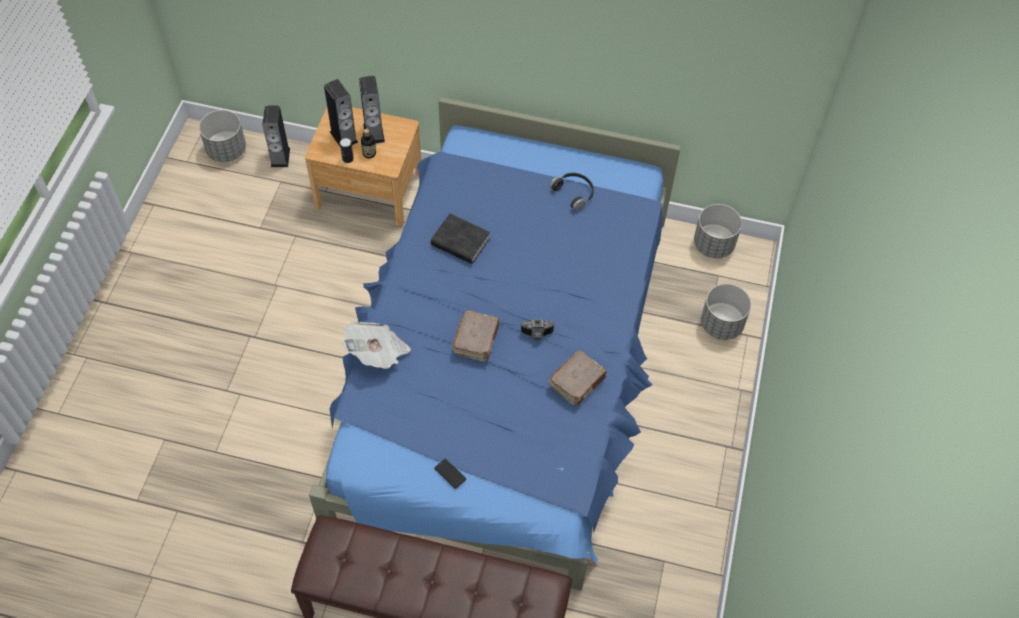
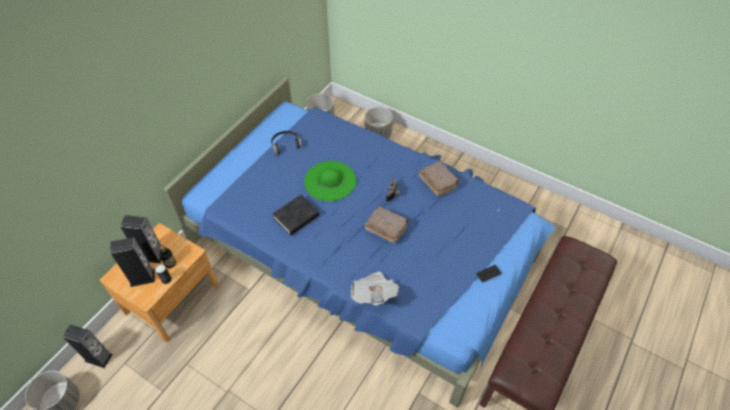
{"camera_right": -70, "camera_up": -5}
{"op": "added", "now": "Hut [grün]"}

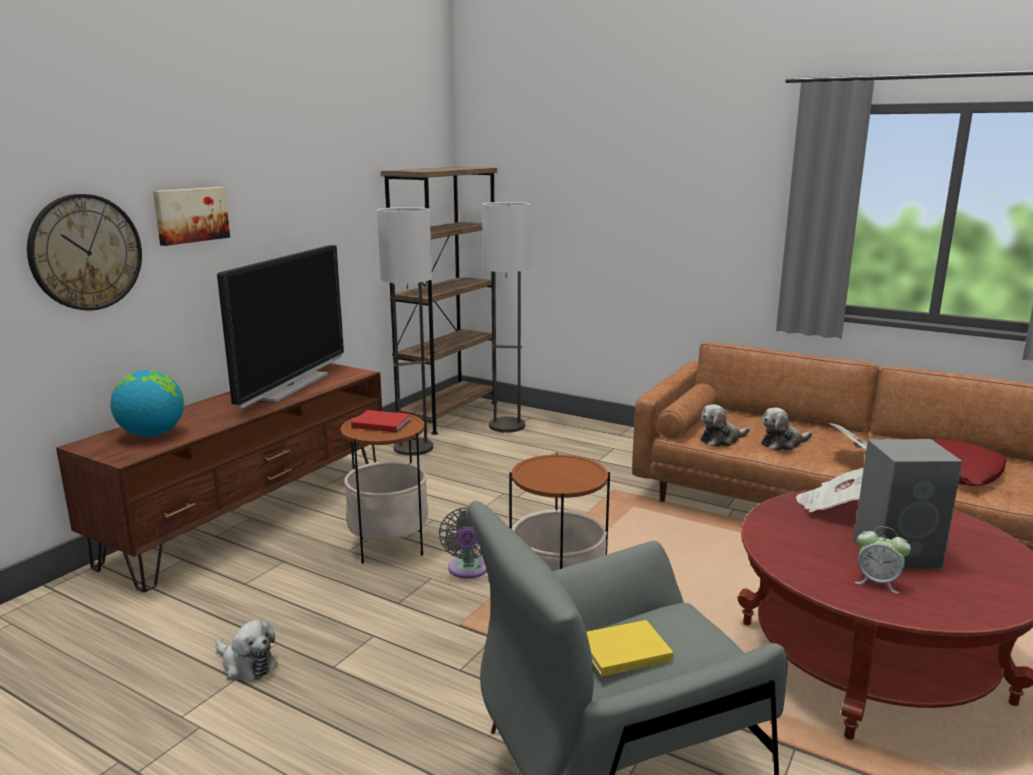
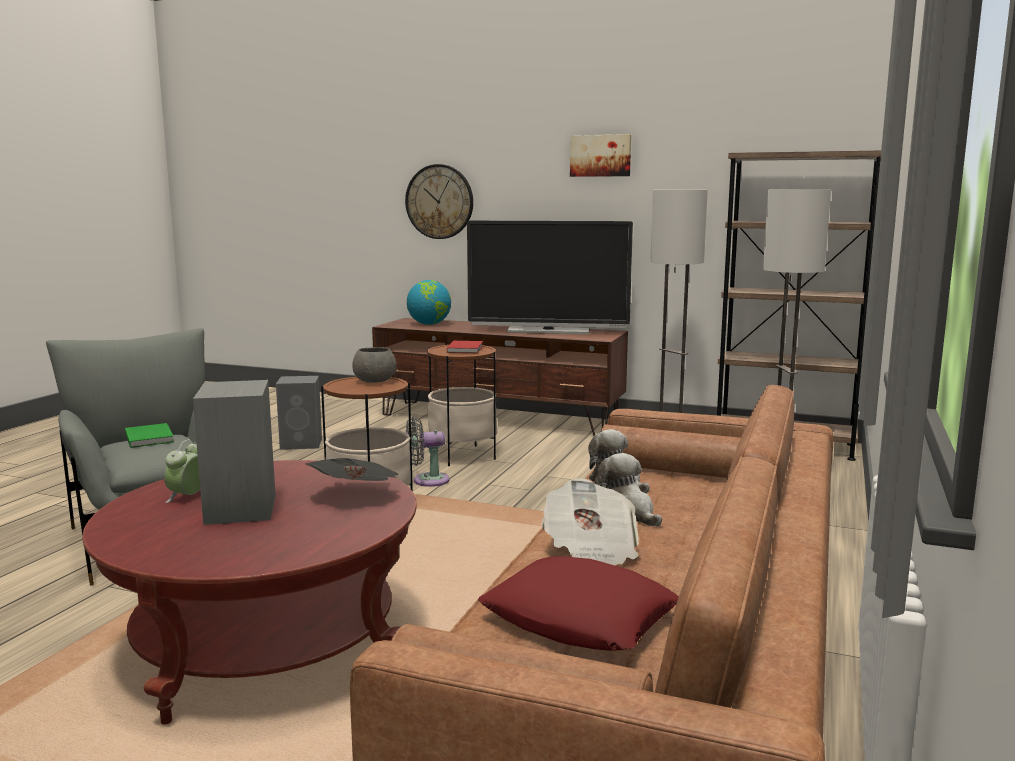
{"camera_right": 80, "camera_up": -5}
{"op": "moved", "was": "Bild"}
{"op": "replaced", "was": "Plüschtier (1st from left)", "now": "Lautsprecher [grau] (2nd from left)"}
{"op": "recoloured", "was": "Buch [gelb]", "now": "Buch [grün]"}
{"op": "added", "now": "Schüssel [grau]"}

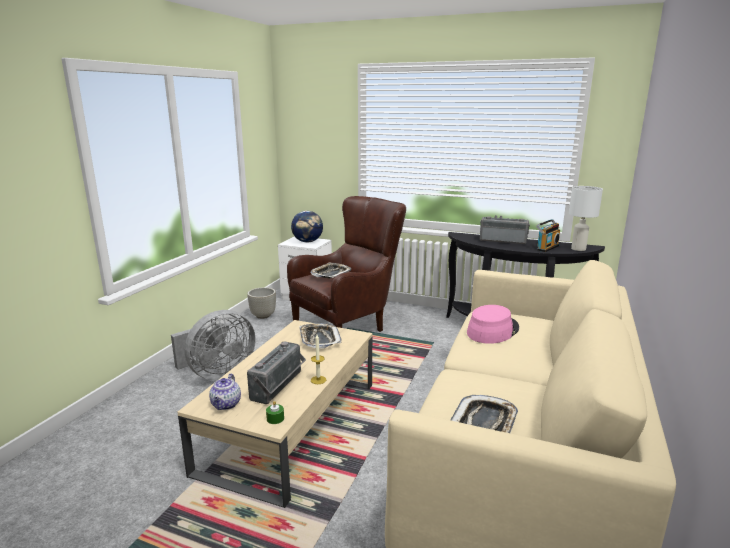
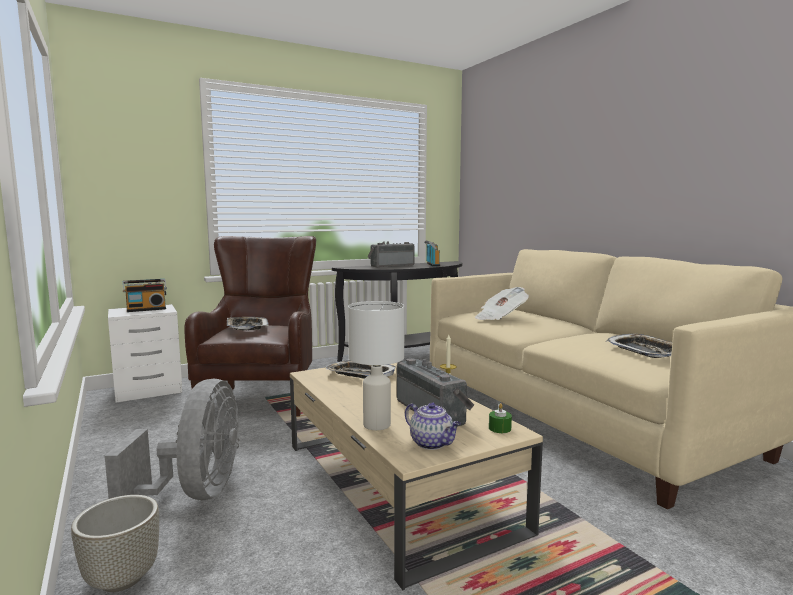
{"camera_right": -50, "camera_up": -10}
{"op": "moved", "was": "Tischlampe [weiß]"}
{"op": "replaced", "was": "Globus", "now": "Radio (1st from left)"}
{"op": "moved", "was": "Pflanzkübel [grau]"}
{"op": "replaced", "was": "Hut [rosa]", "now": "Zeitung"}

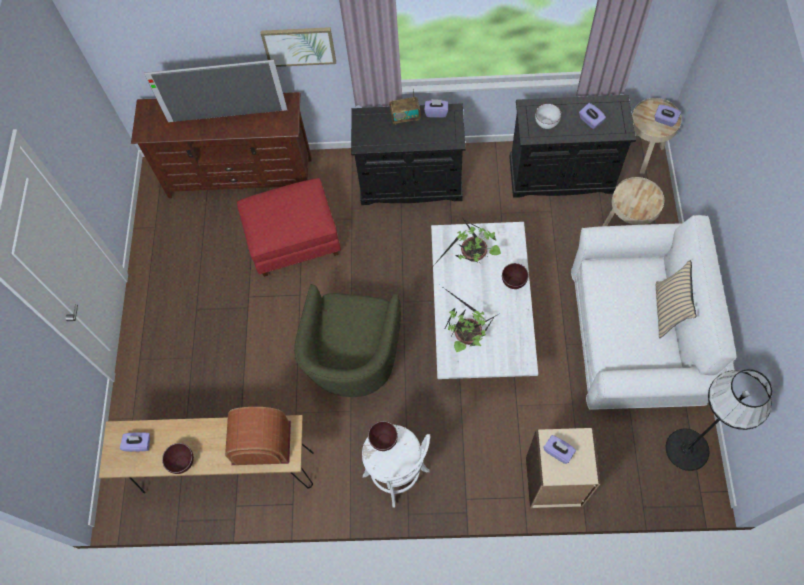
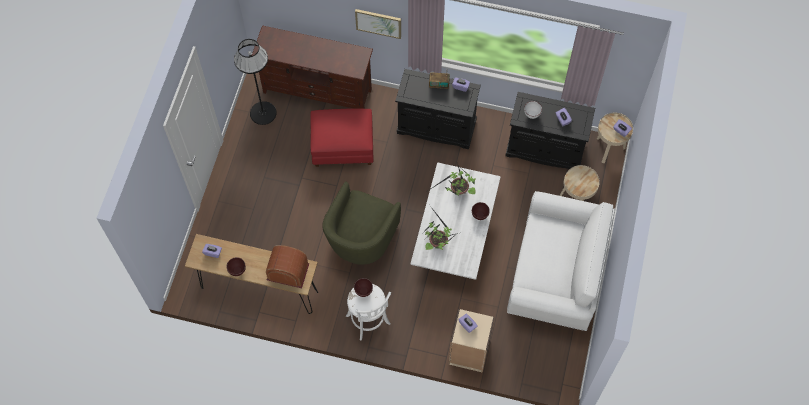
{"camera_right": 10, "camera_up": 0}
{"op": "removed", "was": "Fernseher"}
{"op": "removed", "was": "Kissen [beige]"}
{"op": "moved", "was": "Stehlampe [schwarz]"}

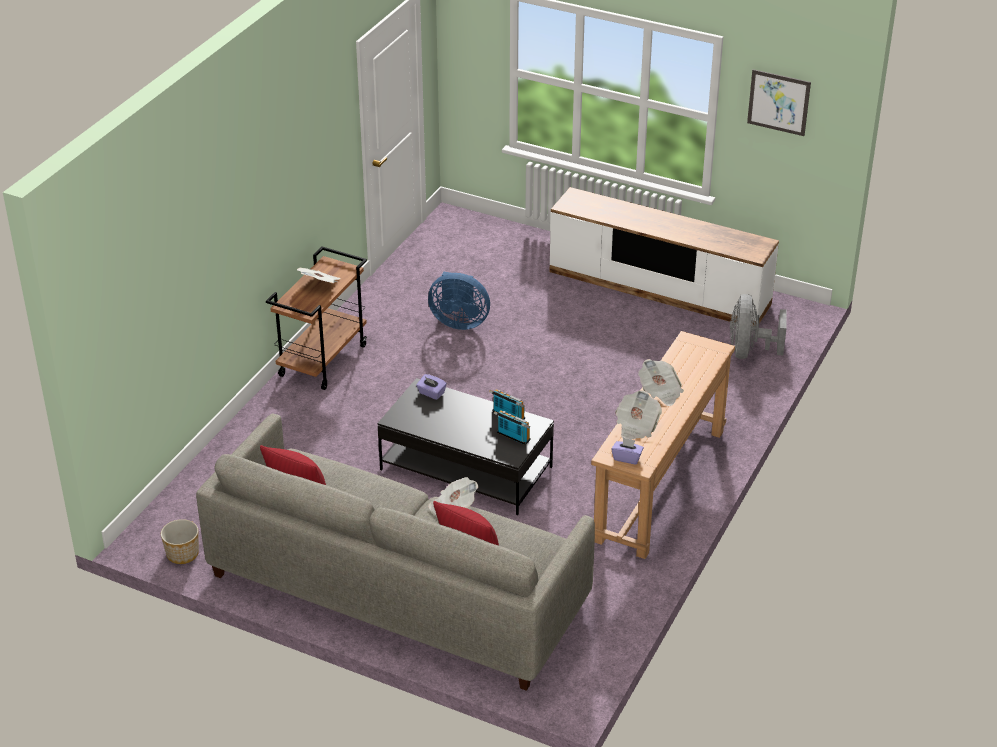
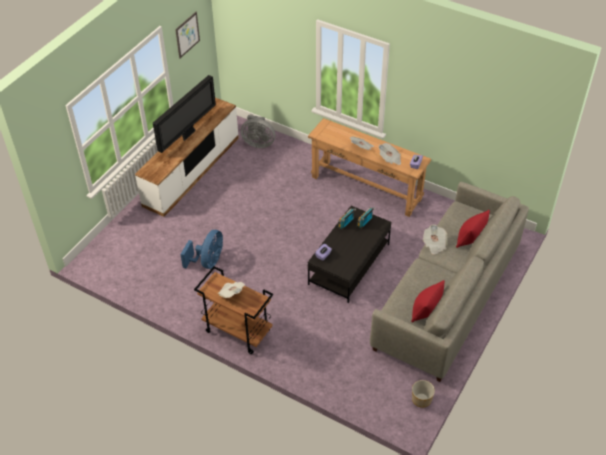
{"camera_right": -85, "camera_up": 10}
{"op": "added", "now": "Fernseher"}

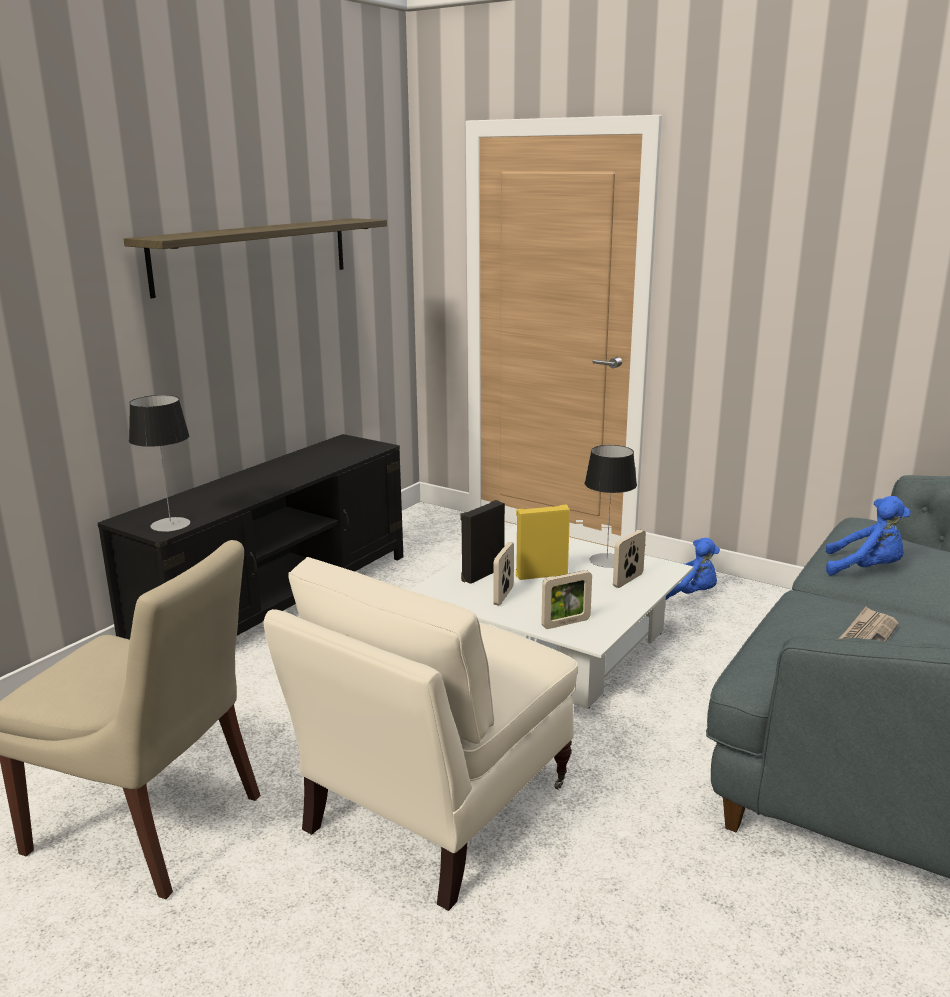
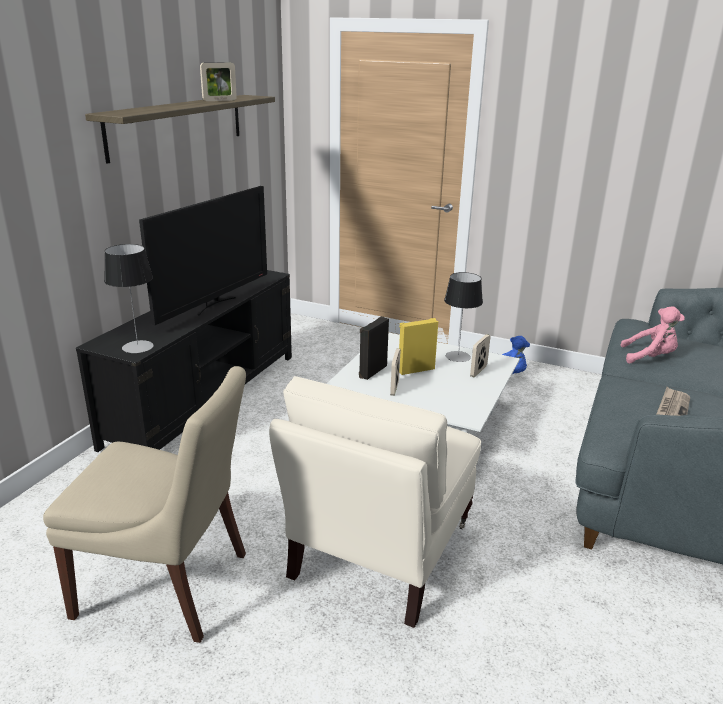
{"camera_right": -10, "camera_up": 5}
{"op": "recoloured", "was": "Plüschtier [blau] (2nd from left)", "now": "Plüschtier [rosa]"}
{"op": "moved", "was": "Bilderrahmen (2nd from left in the first image)", "now": "Bilderrahmen (1st from left)"}
{"op": "added", "now": "Fernseher"}

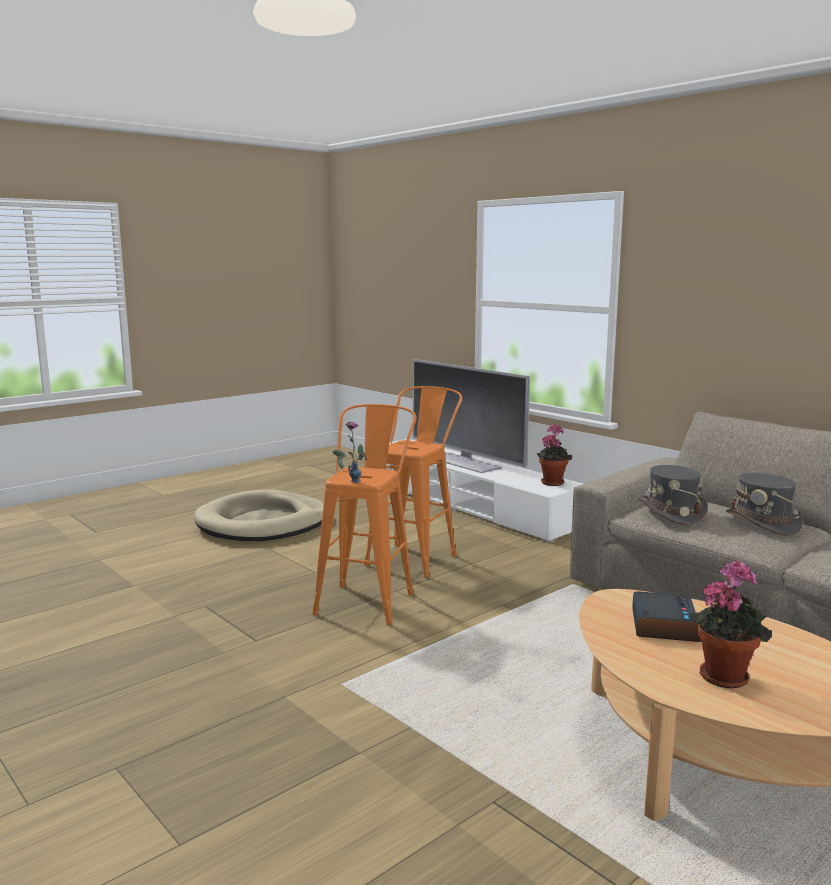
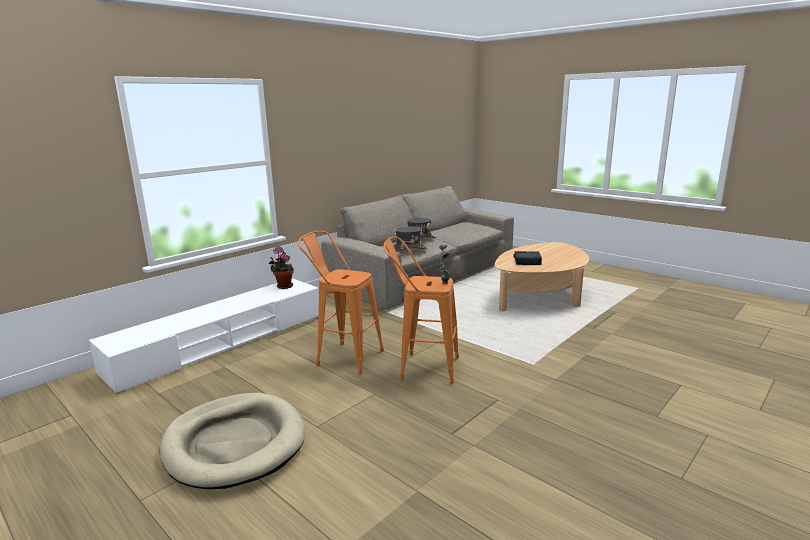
{"camera_right": -95, "camera_up": 5}
{"op": "removed", "was": "Fernseher"}
{"op": "removed", "was": "Topfpflanze (2nd from left)"}

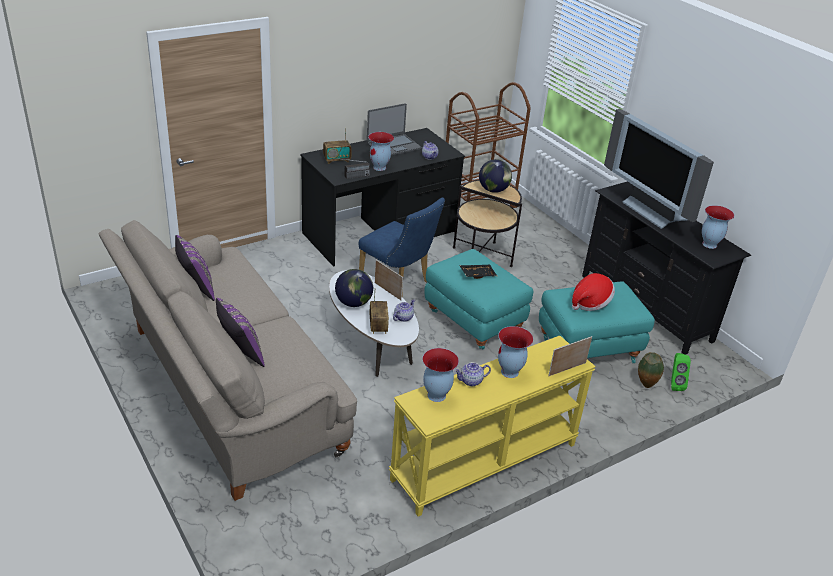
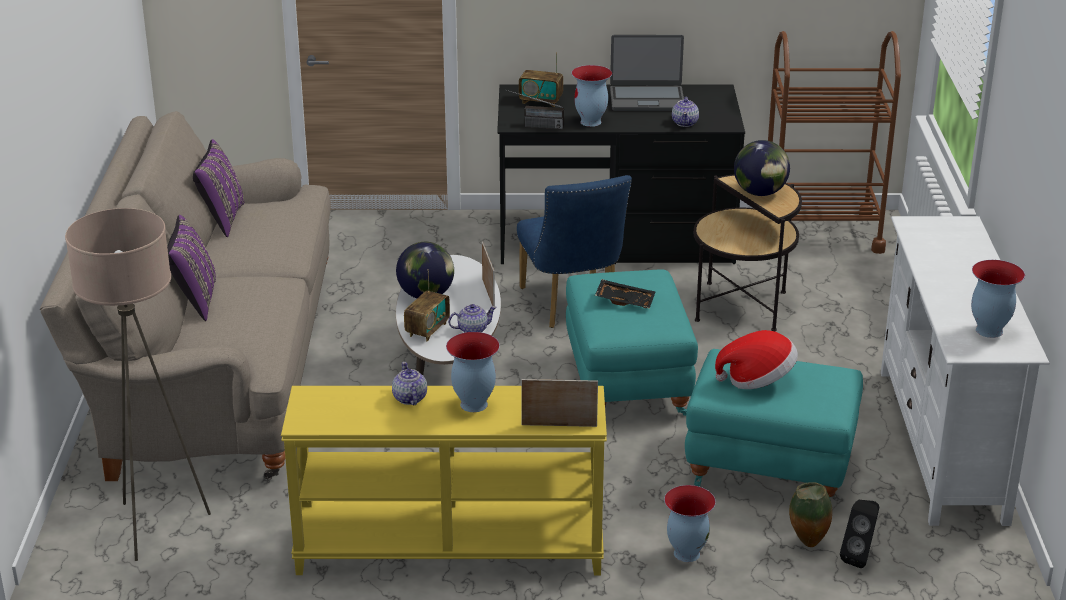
{"camera_right": 35, "camera_up": -5}
{"op": "removed", "was": "Fernseher"}
{"op": "recoloured", "was": "Fernsehschrank [schwarz]", "now": "Fernsehschrank [weiß]"}
{"op": "moved", "was": "Vase (2nd from left in the first image)", "now": "Vase (3rd from left)"}
{"op": "recoloured", "was": "Lautsprecher [grün]", "now": "Lautsprecher [schwarz]"}
{"op": "turned", "was": "Teekanne (3rd from left in the first image)", "clockwise": 60}
{"op": "added", "now": "Stehlampe [beige]"}

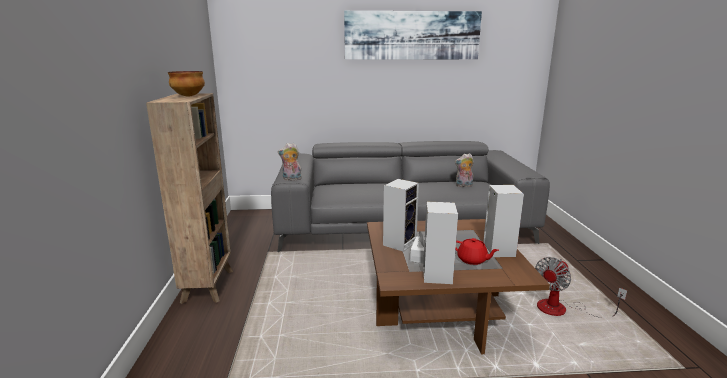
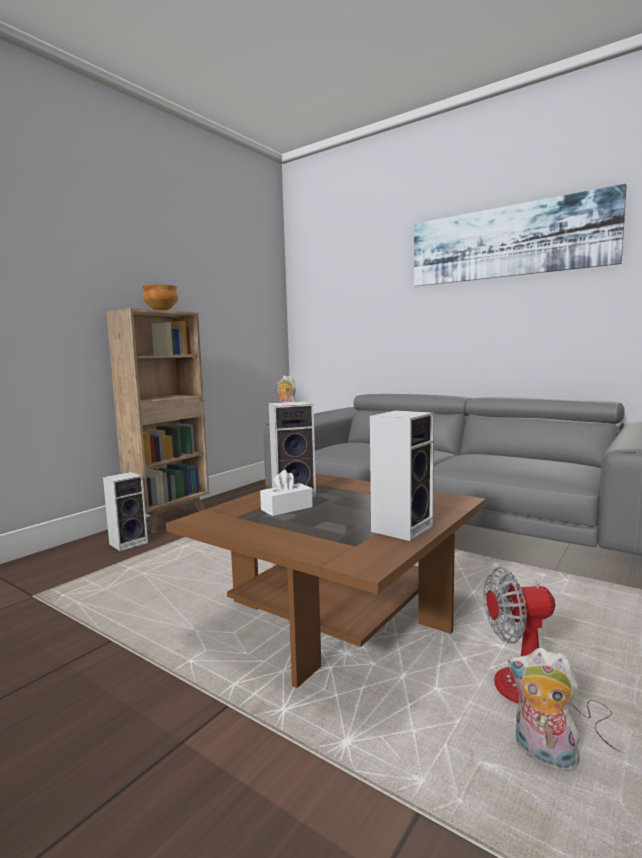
{"camera_right": 40, "camera_up": -10}
{"op": "moved", "was": "Plüschtier (2nd from left)"}
{"op": "moved", "was": "Lautsprecher (2nd from left in the first image)", "now": "Lautsprecher (1st from left)"}
{"op": "removed", "was": "Teekanne [rot]"}

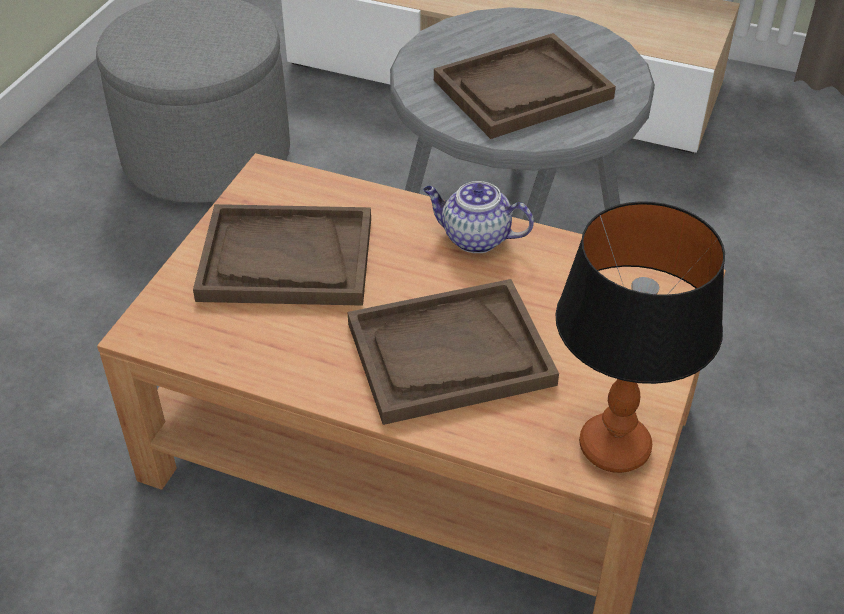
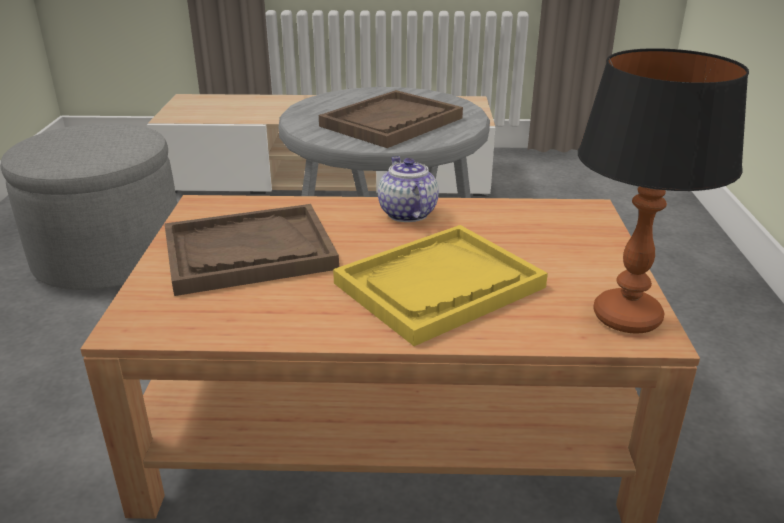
{"camera_right": -20, "camera_up": -15}
{"op": "turned", "was": "Teekanne", "clockwise": 75}
{"op": "recoloured", "was": "Tablett [braun] (2nd from left)", "now": "Tablett [gelb]"}

